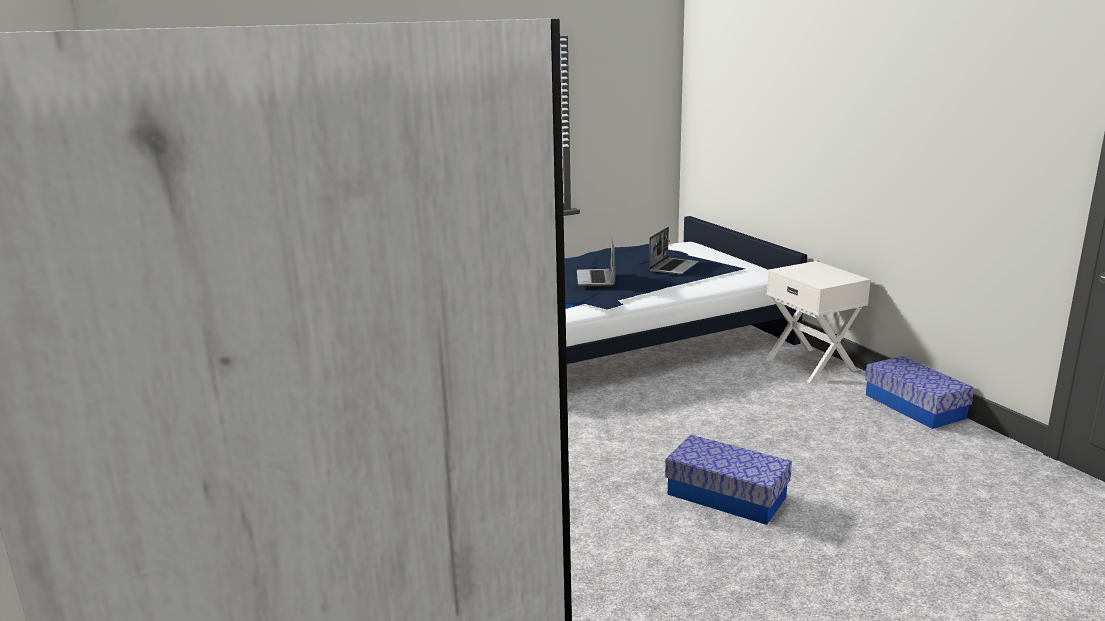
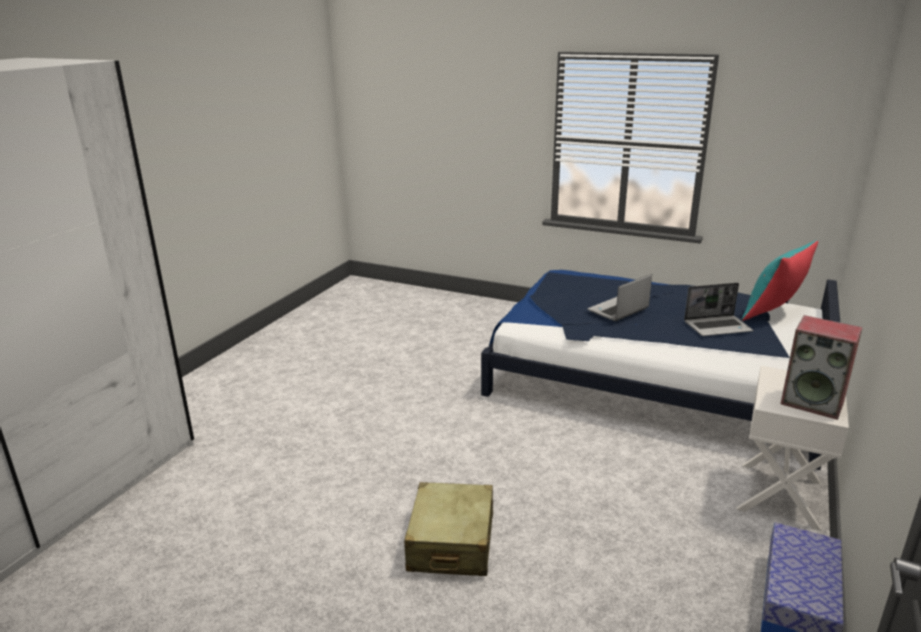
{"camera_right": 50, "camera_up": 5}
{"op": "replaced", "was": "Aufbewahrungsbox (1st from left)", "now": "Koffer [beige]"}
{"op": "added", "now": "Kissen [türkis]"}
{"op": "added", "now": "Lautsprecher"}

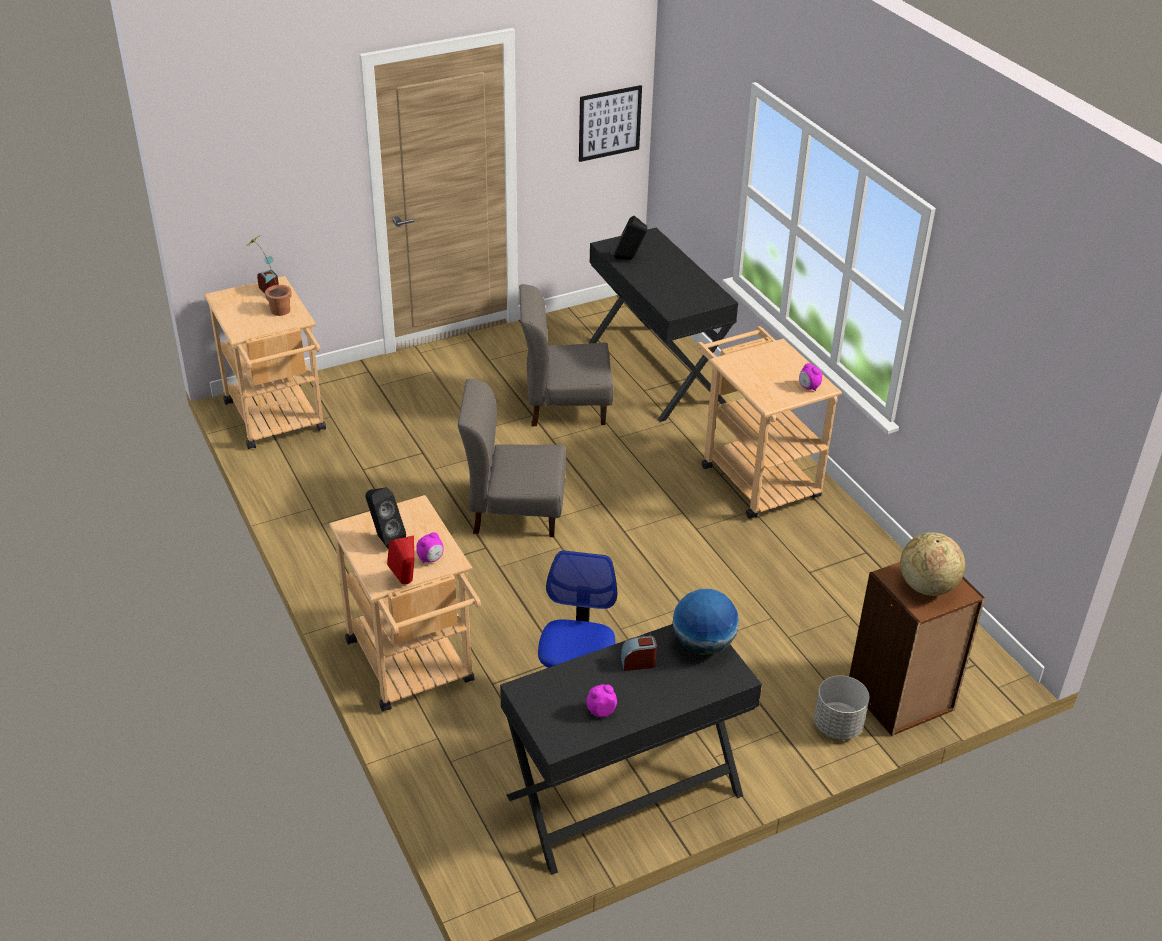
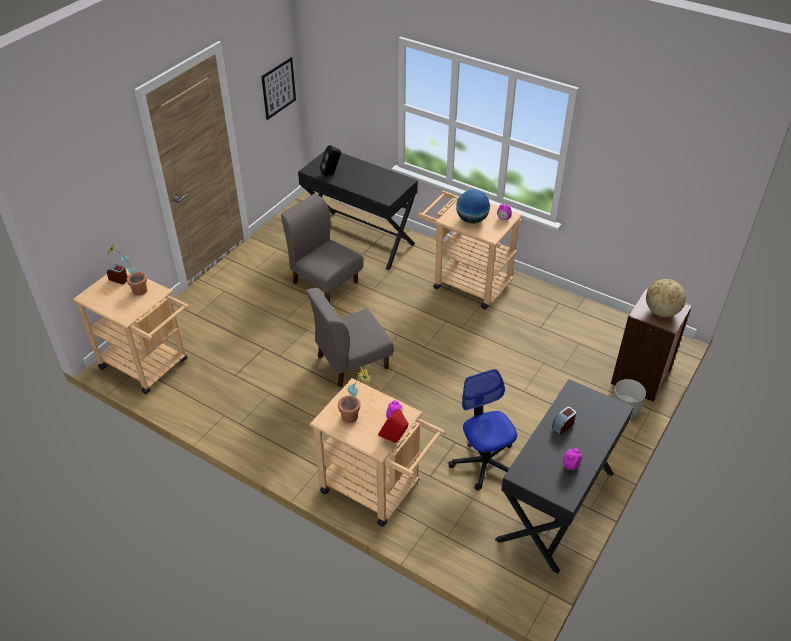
{"camera_right": -30, "camera_up": 5}
{"op": "turned", "was": "Stuhl [grau] (2nd from left in the first image)", "clockwise": 75}
{"op": "replaced", "was": "Lautsprecher [schwarz] (1st from left)", "now": "Topfpflanze (2nd from left)"}
{"op": "moved", "was": "Globus (1st from left)"}

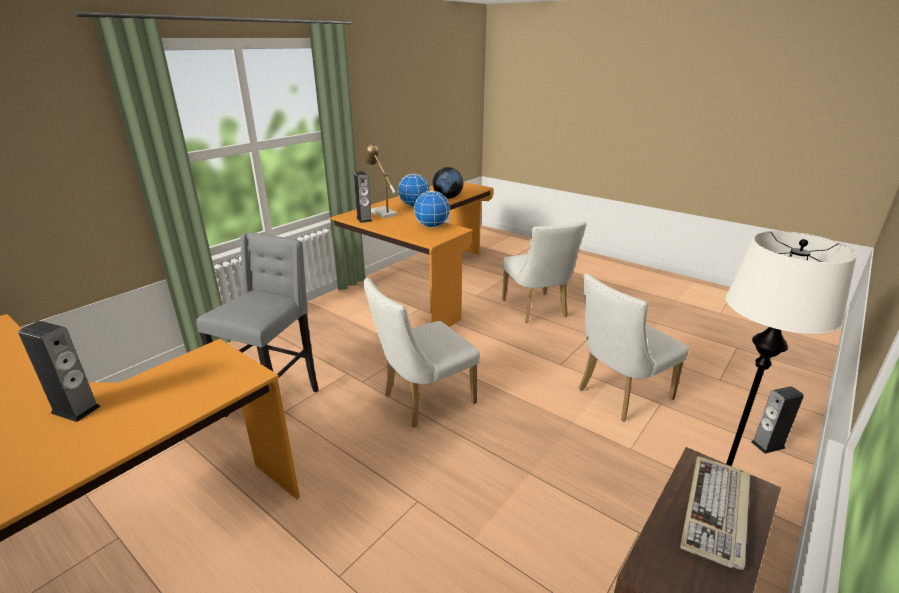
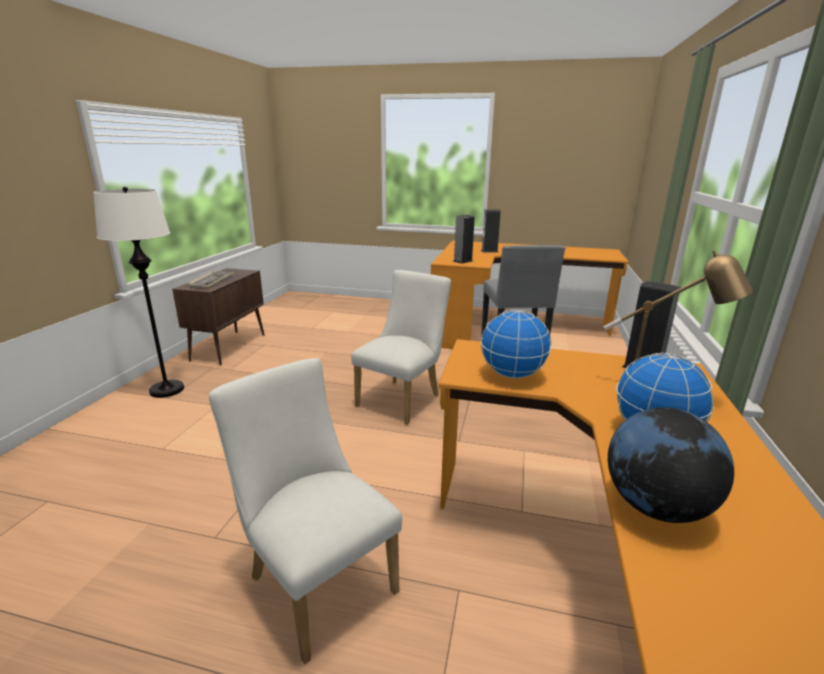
{"camera_right": 155, "camera_up": -5}
{"op": "removed", "was": "Stuhl [weiß] (3rd from left)"}
{"op": "moved", "was": "Lautsprecher (3rd from left in the first image)", "now": "Lautsprecher (1st from left)"}

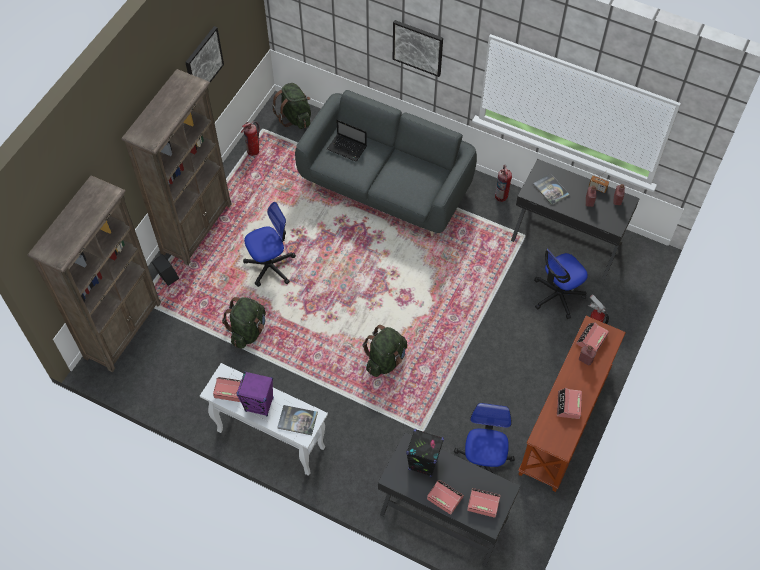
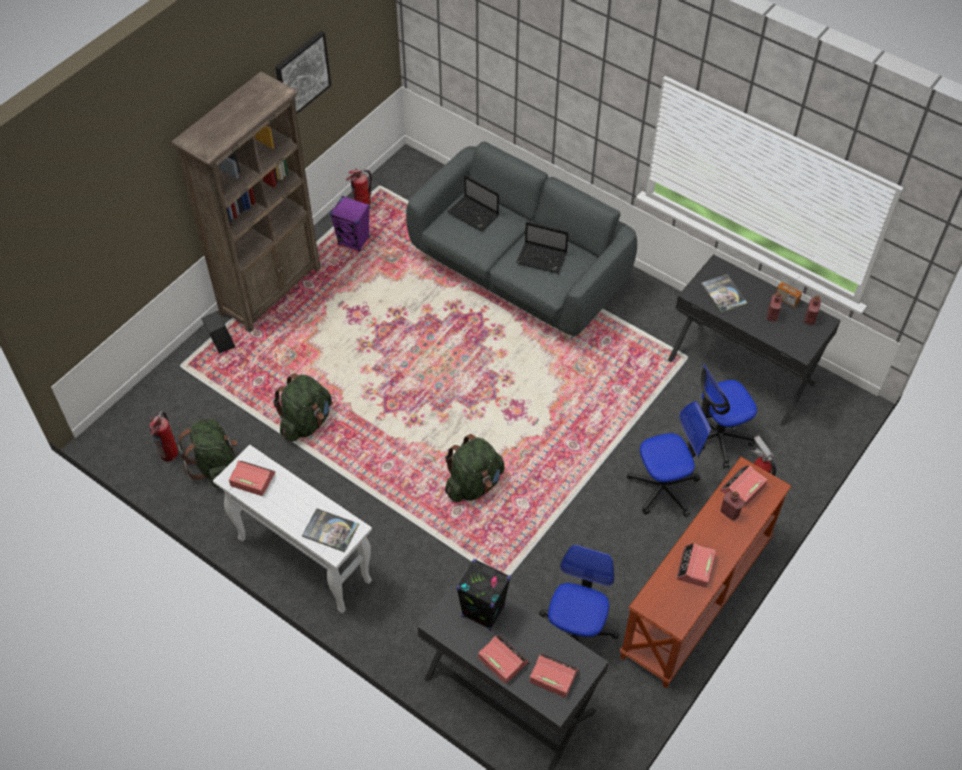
{"camera_right": 10, "camera_up": -5}
{"op": "removed", "was": "Bild (2nd from left)"}
{"op": "moved", "was": "Rucksack [grün] (2nd from left in the first image)", "now": "Rucksack [grün] (1st from left)"}
{"op": "moved", "was": "Feuerlöscher (2nd from left in the first image)", "now": "Feuerlöscher (1st from left)"}
{"op": "removed", "was": "Bücherregal [braun] (1st from left)"}
{"op": "moved", "was": "Bürostuhl (1st from left in the first image)", "now": "Bürostuhl (2nd from left)"}
{"op": "moved", "was": "Lautsprecher [lila]"}
{"op": "added", "now": "Laptop (2nd from left)"}

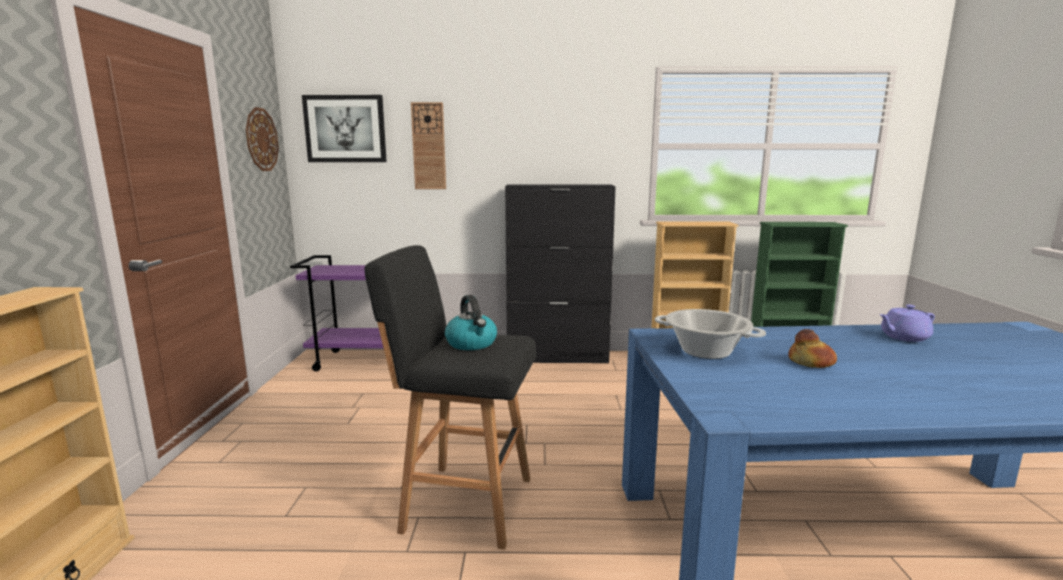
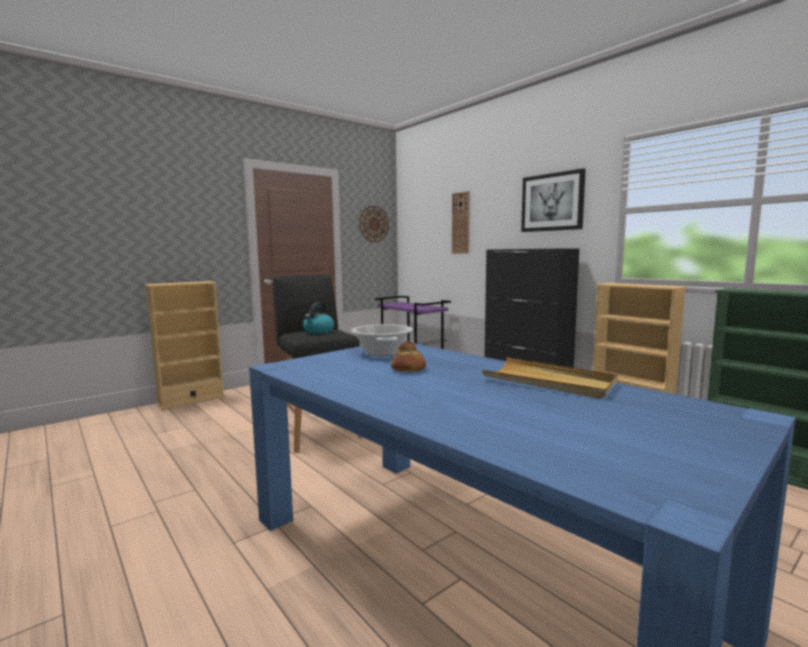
{"camera_right": 50, "camera_up": -5}
{"op": "moved", "was": "Bild"}
{"op": "replaced", "was": "Teekanne [lila]", "now": "Tablett [beige]"}

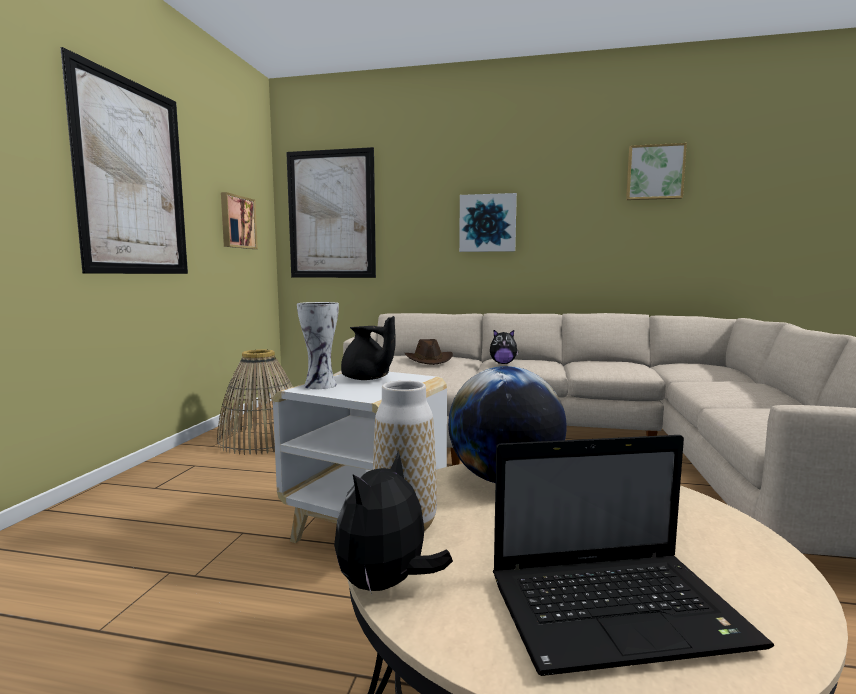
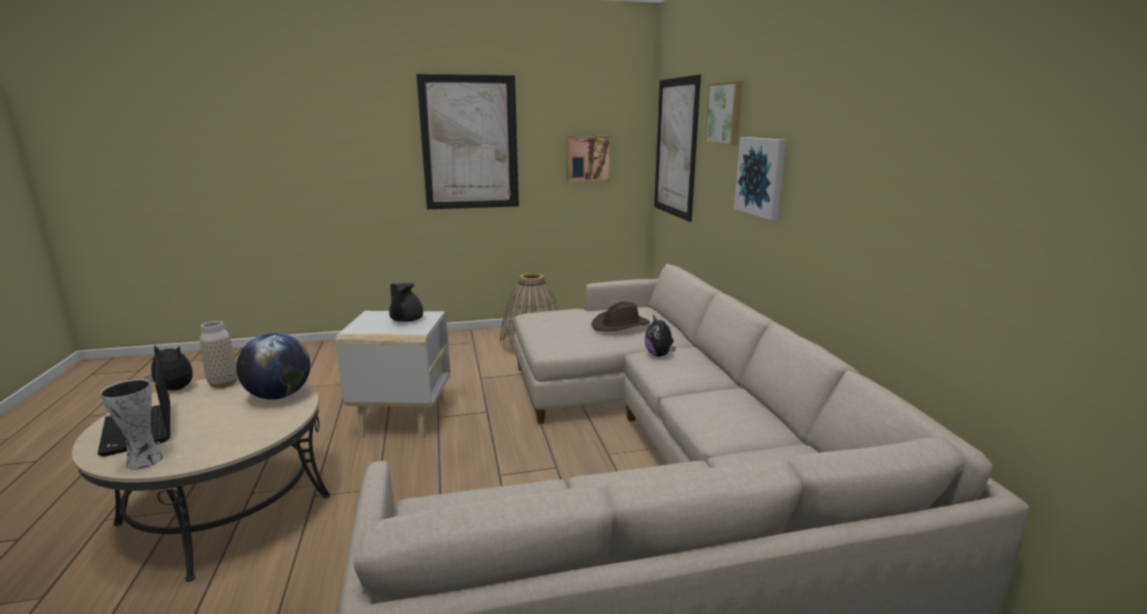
{"camera_right": 65, "camera_up": 10}
{"op": "moved", "was": "Bild (5th from left in the first image)", "now": "Bild (4th from left)"}
{"op": "moved", "was": "Vase (1st from left)"}

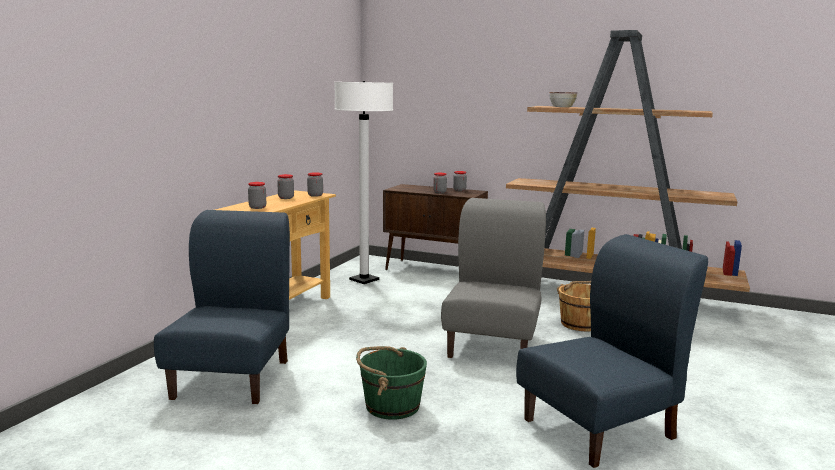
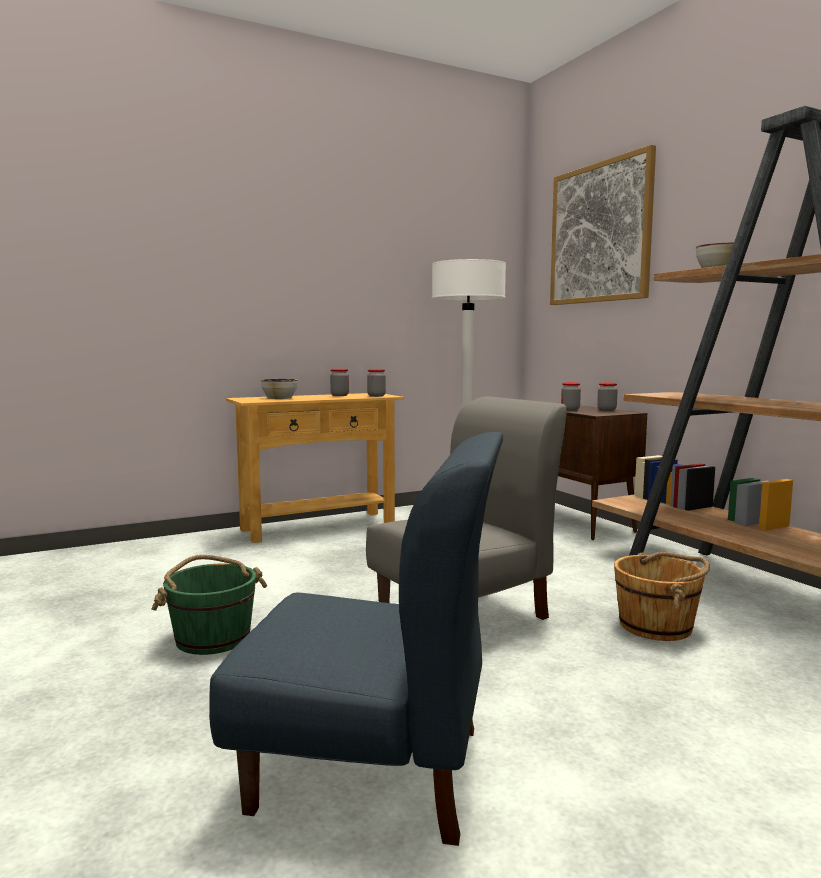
{"camera_right": 40, "camera_up": -5}
{"op": "replaced", "was": "Vorratsglas (1st from left)", "now": "Schüssel (1st from left)"}
{"op": "removed", "was": "Stuhl [blau] (1st from left)"}
{"op": "added", "now": "Bild"}

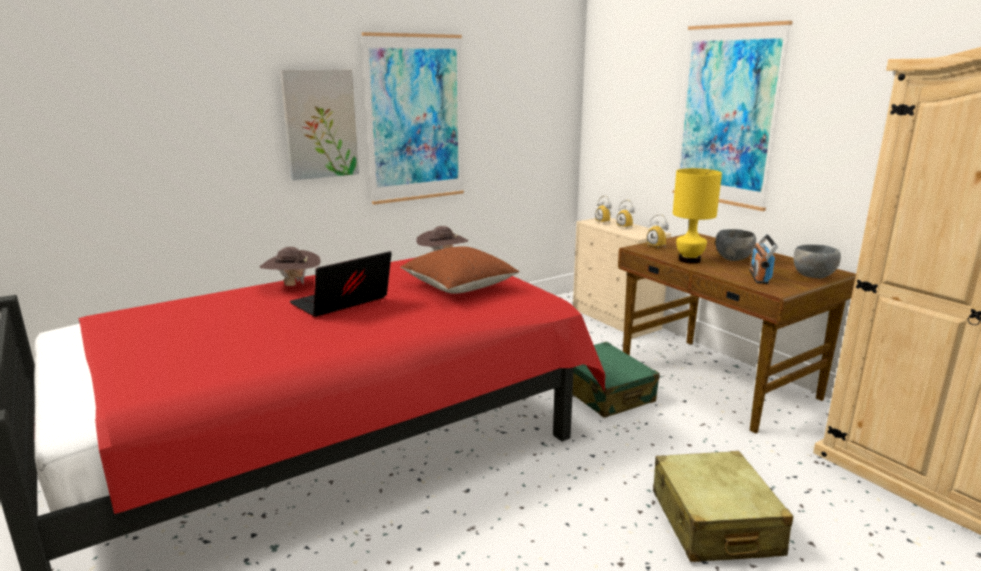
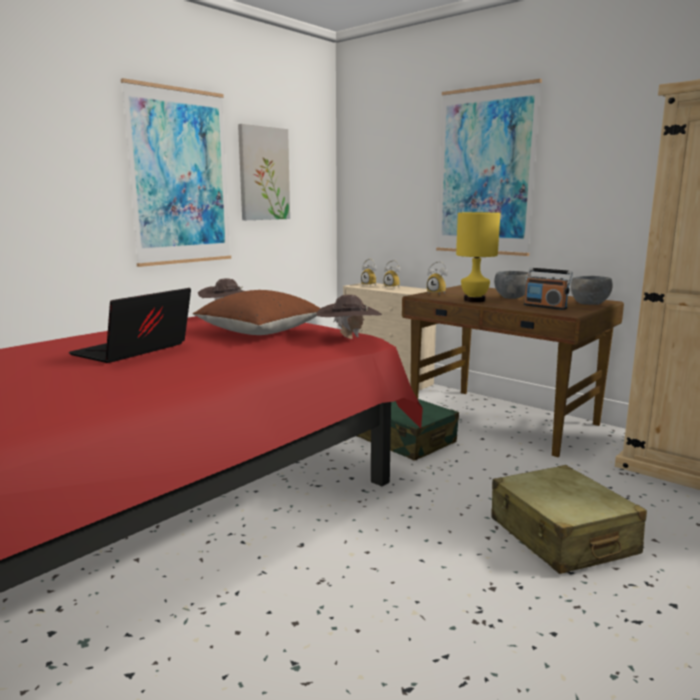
{"camera_right": -15, "camera_up": -5}
{"op": "moved", "was": "Bild (1st from left in the first image)", "now": "Bild (2nd from left)"}
{"op": "turned", "was": "Radio", "clockwise": -45}
{"op": "moved", "was": "Hut [braun] (1st from left in the first image)", "now": "Hut [braun] (2nd from left)"}

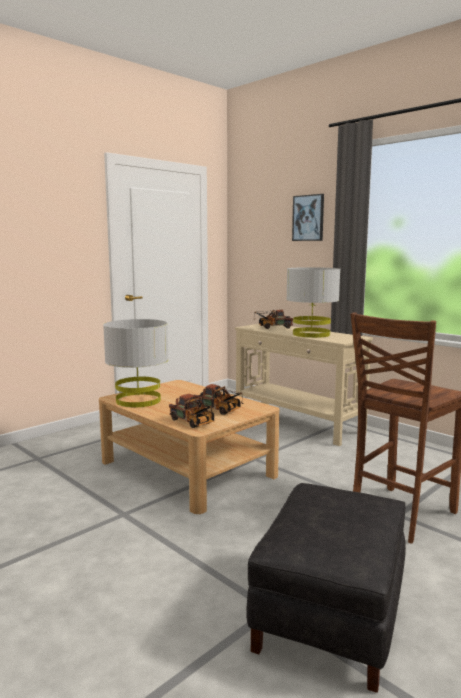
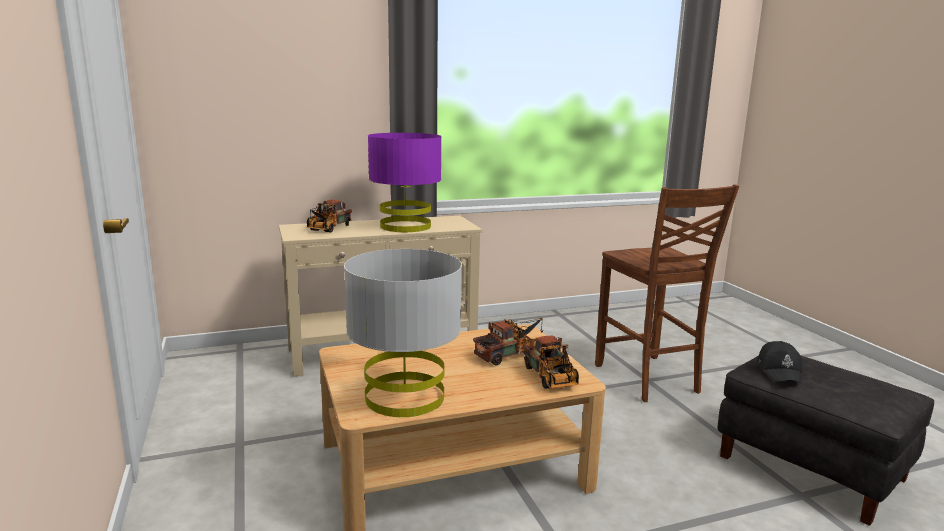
{"camera_right": -65, "camera_up": 5}
{"op": "removed", "was": "Bild"}
{"op": "recoloured", "was": "Tischlampe [grau] (2nd from left)", "now": "Tischlampe [lila]"}
{"op": "turned", "was": "Spielzeuglaster (1st from left in the first image)", "clockwise": 90}
{"op": "added", "now": "Kappe [schwarz]"}

